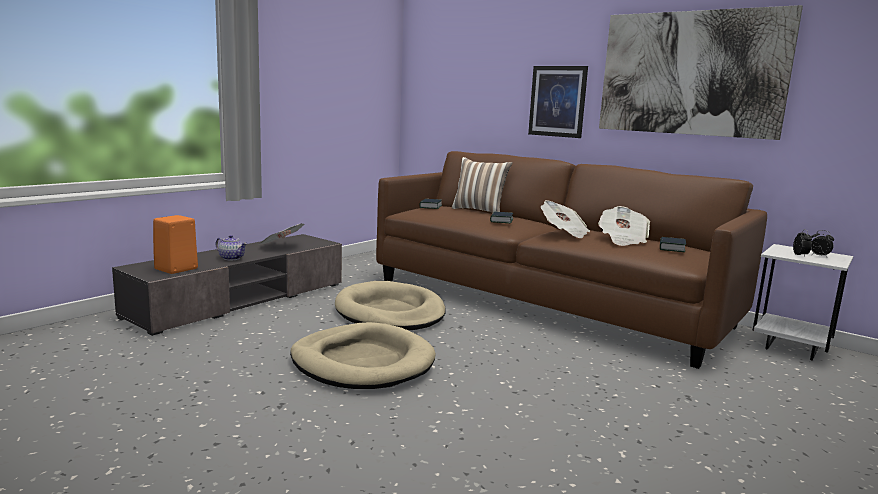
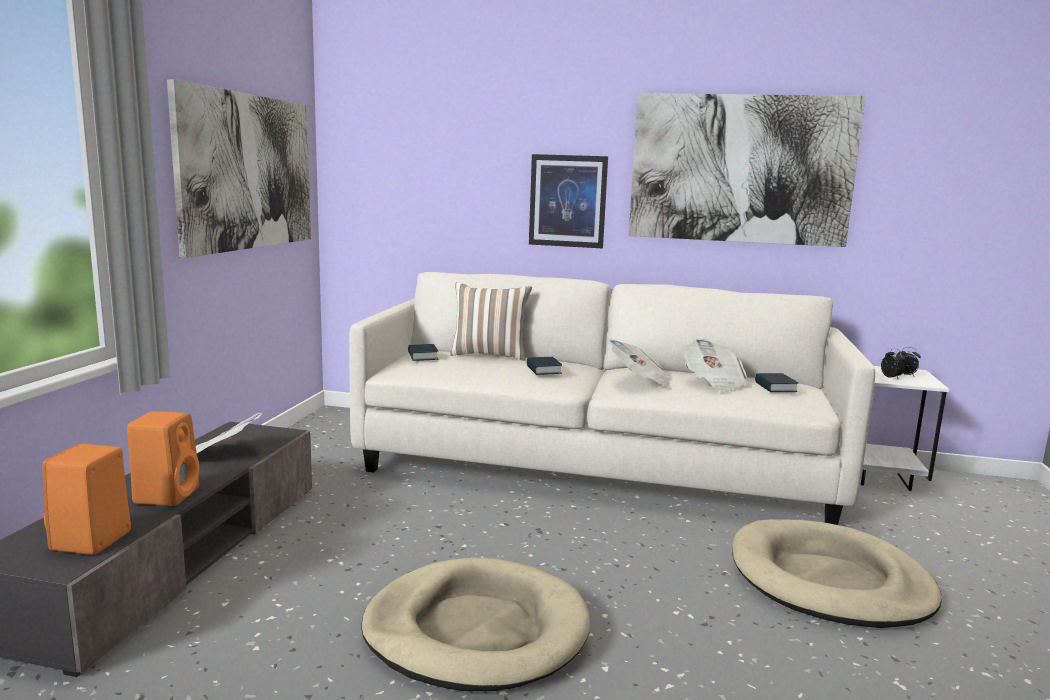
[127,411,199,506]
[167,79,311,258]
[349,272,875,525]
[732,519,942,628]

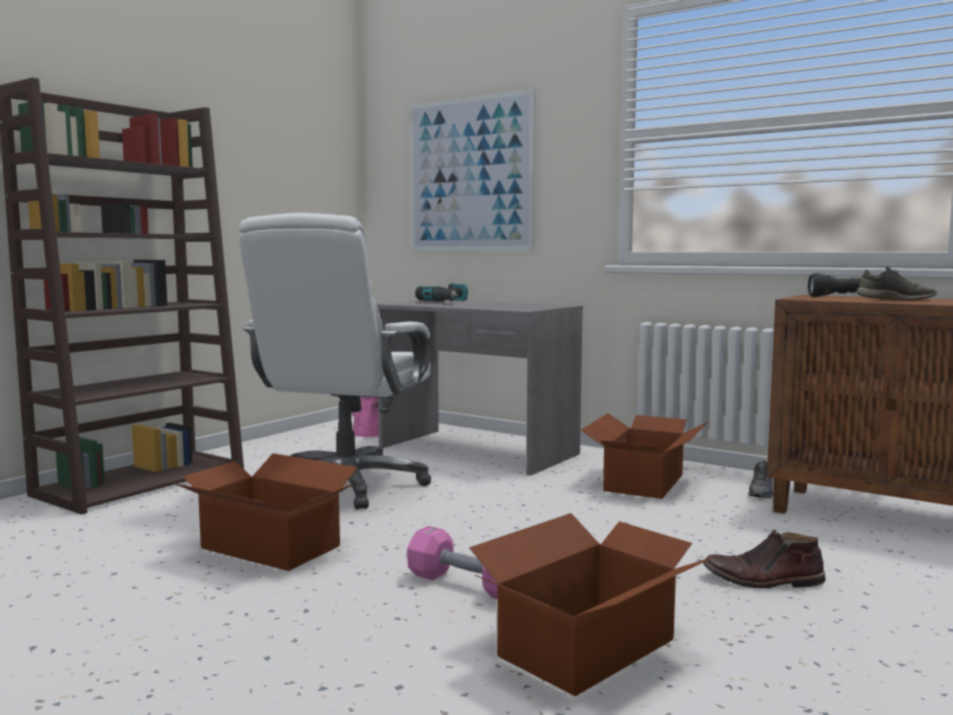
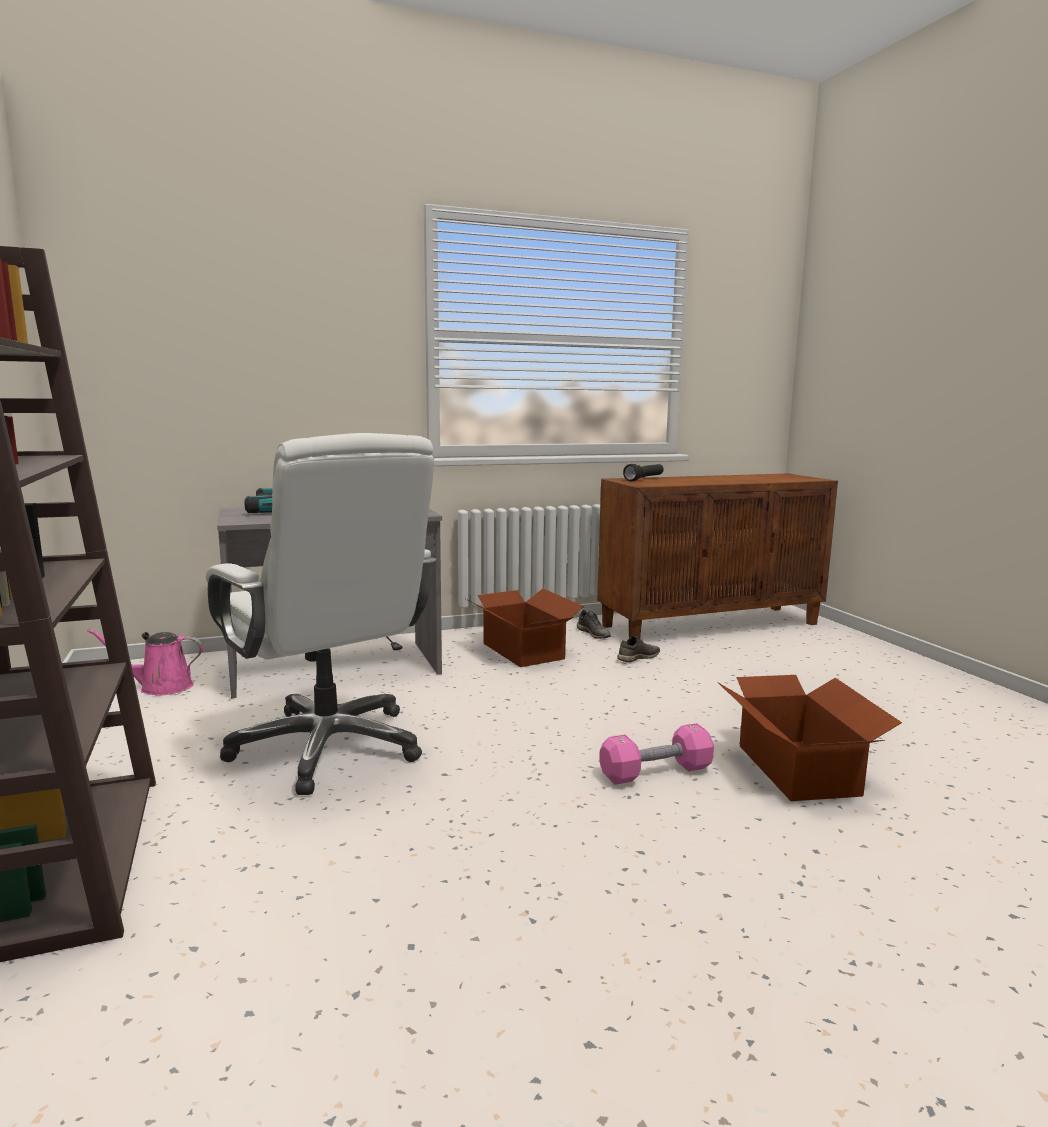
[617,636,660,662]
[173,453,357,571] (first image)
[410,88,536,251] (first image)
[703,530,826,588] (first image)

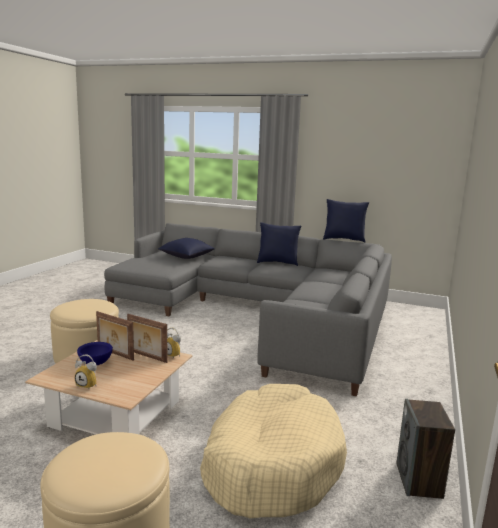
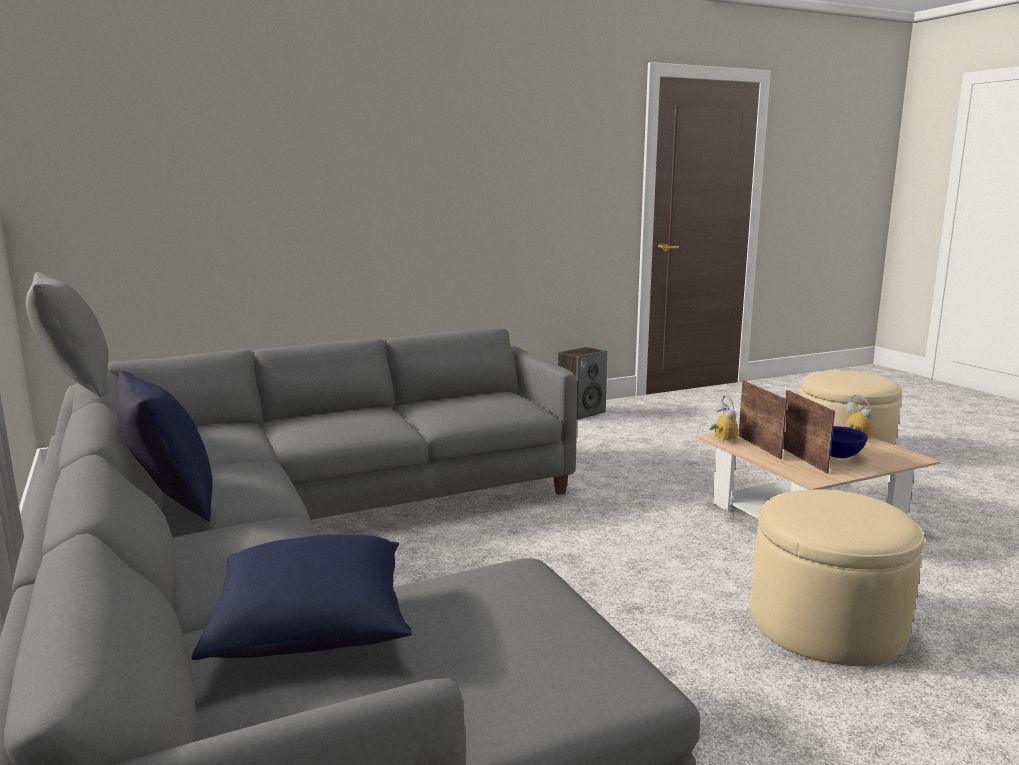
[26,272,109,397]
[200,384,347,518] (first image)

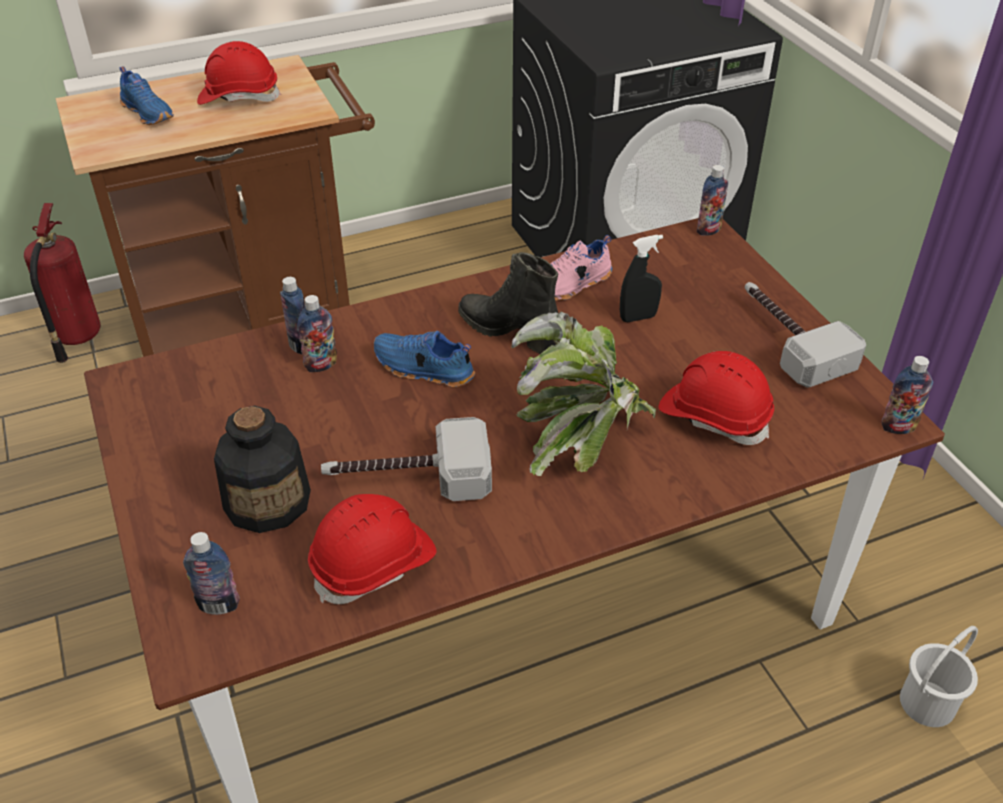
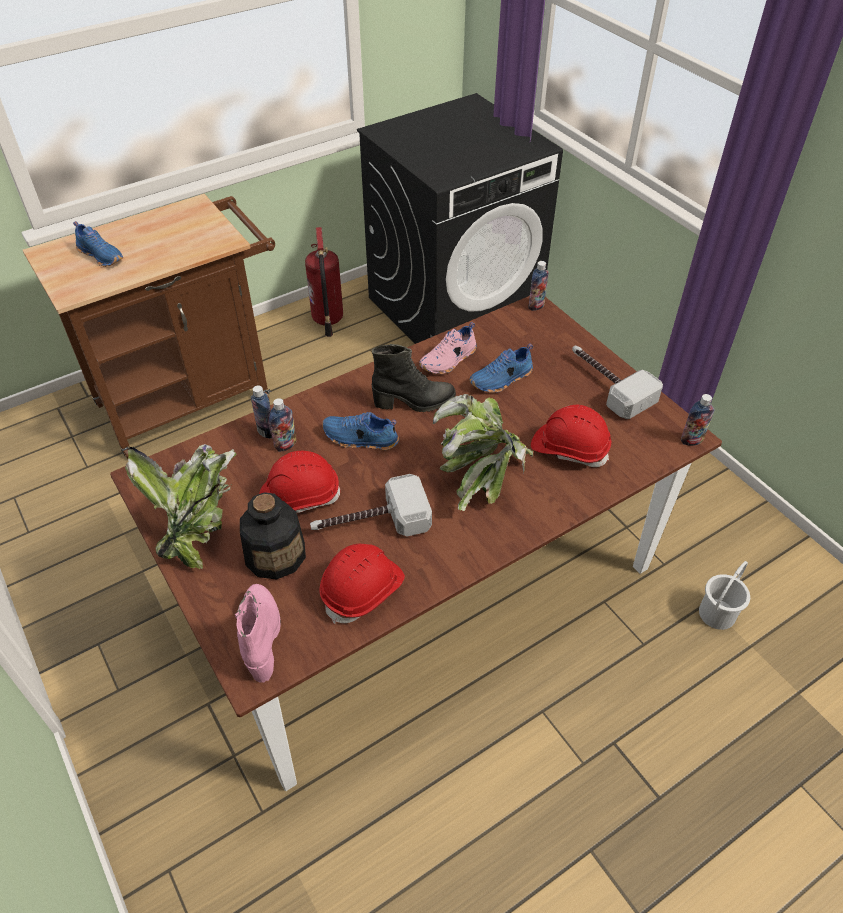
[125,444,237,569]
[235,584,281,683]
[259,451,340,513]
[305,227,343,337]
[372,344,456,412]
[469,344,533,393]

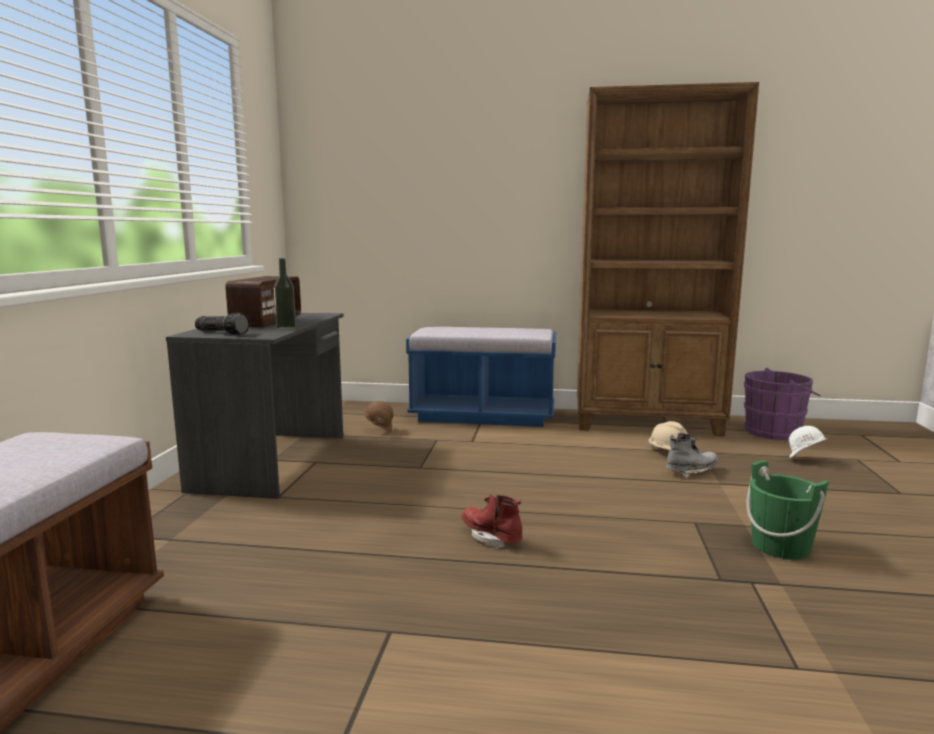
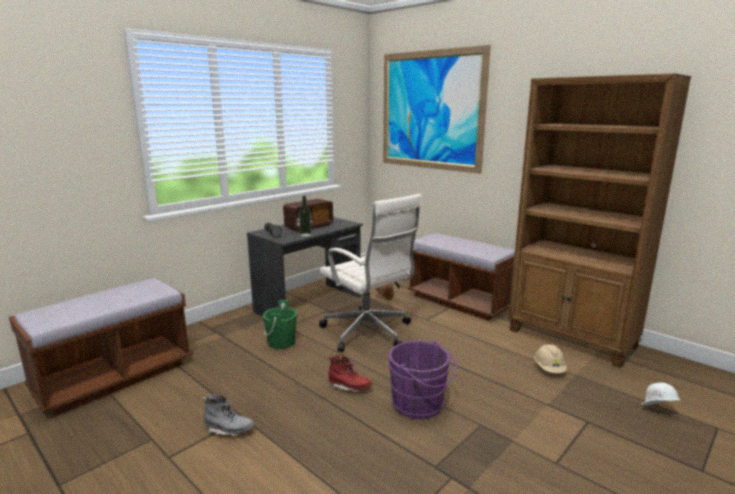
[202,394,254,437]
[263,300,297,349]
[319,194,422,352]
[328,355,372,392]
[383,45,491,174]
[388,341,457,419]
[408,233,515,321]

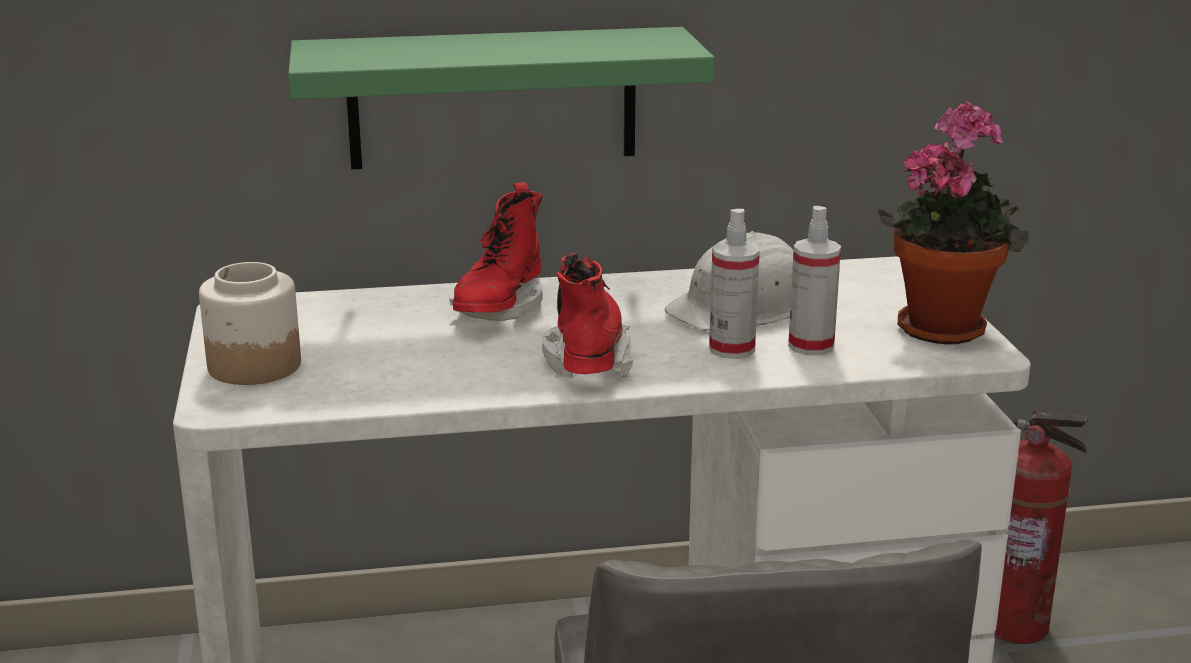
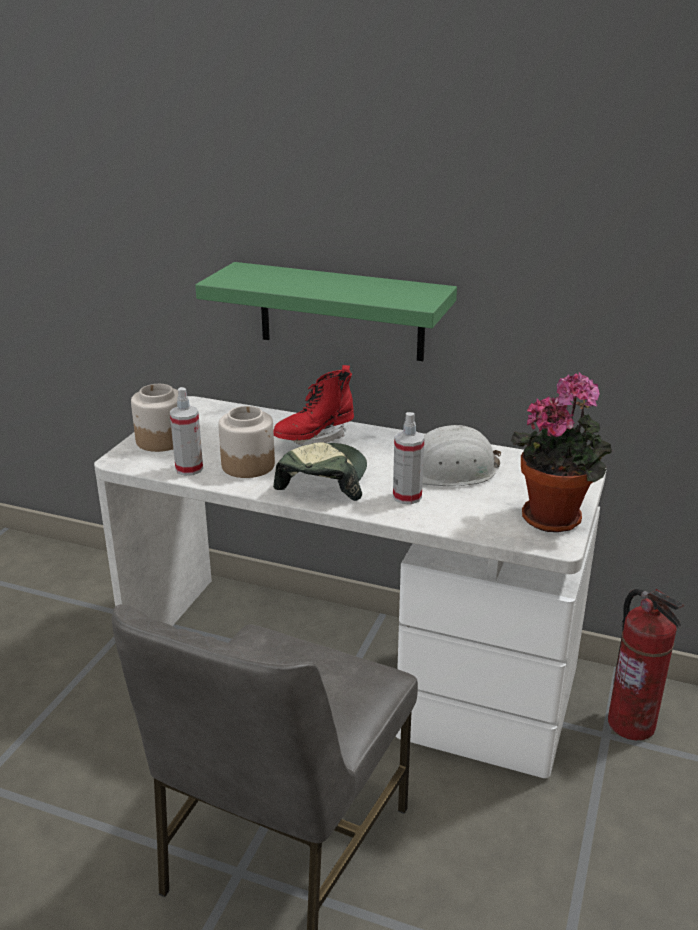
[170,387,203,476]
[218,406,275,478]
[273,442,367,501]

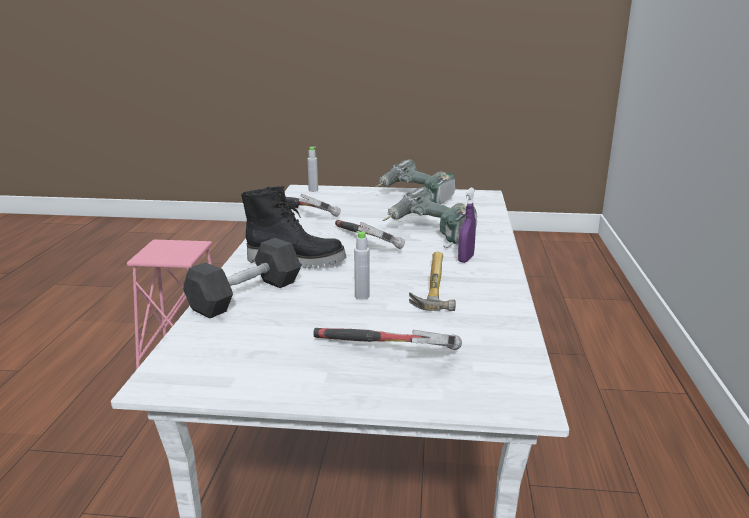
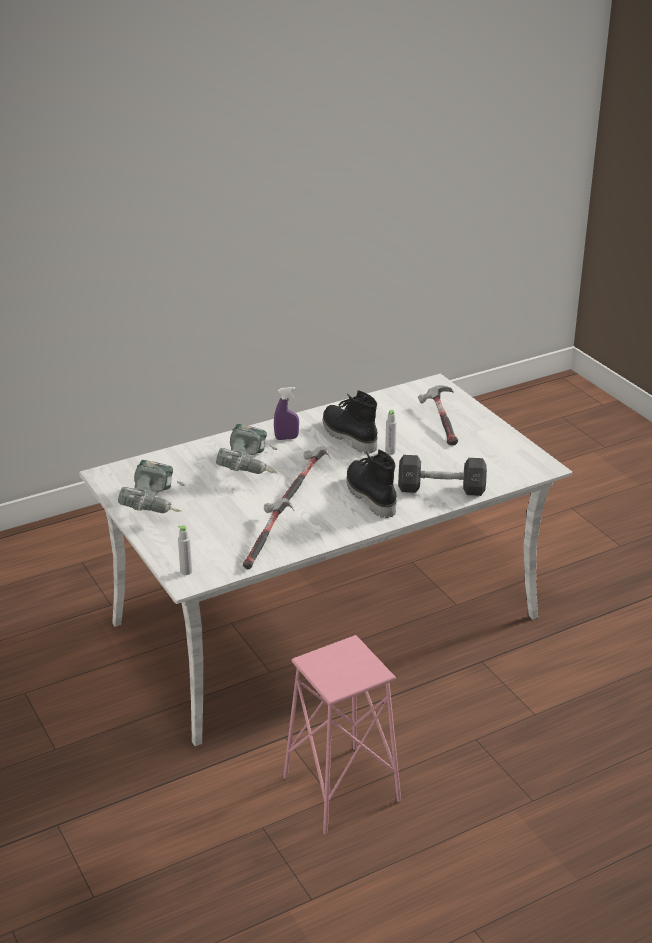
[323,390,378,454]

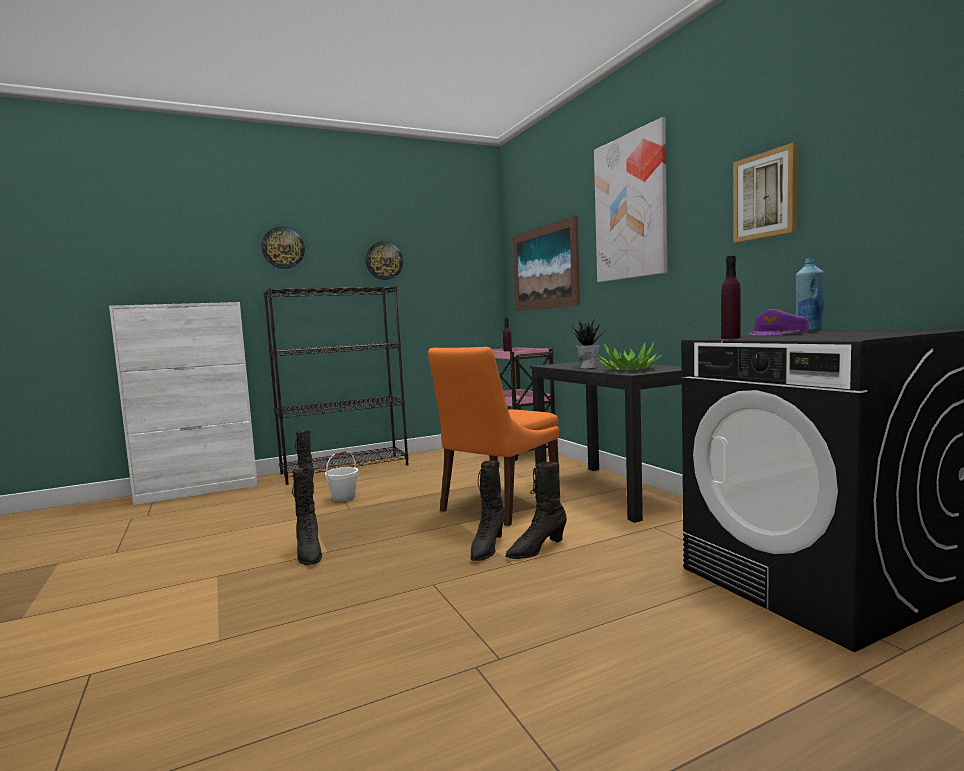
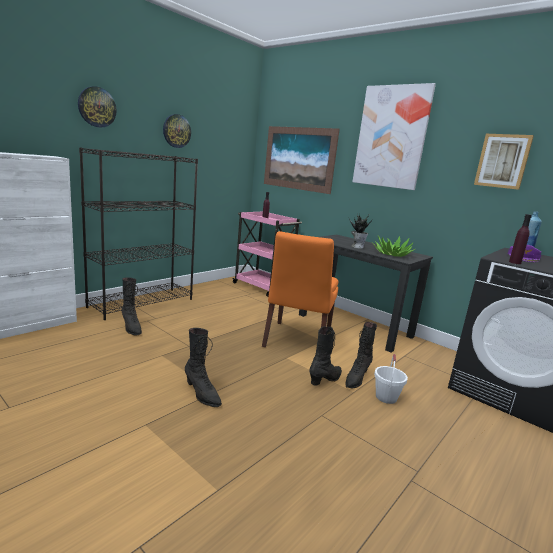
[309,326,342,385]
[374,354,408,404]

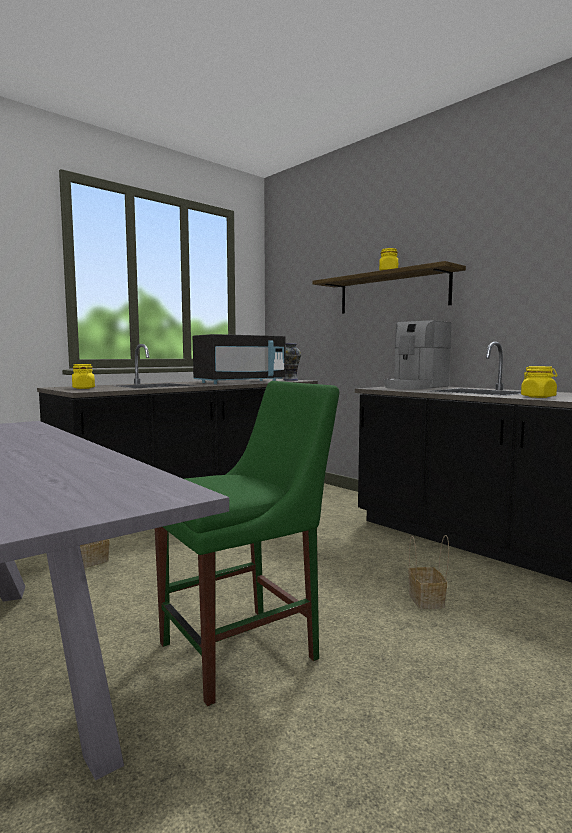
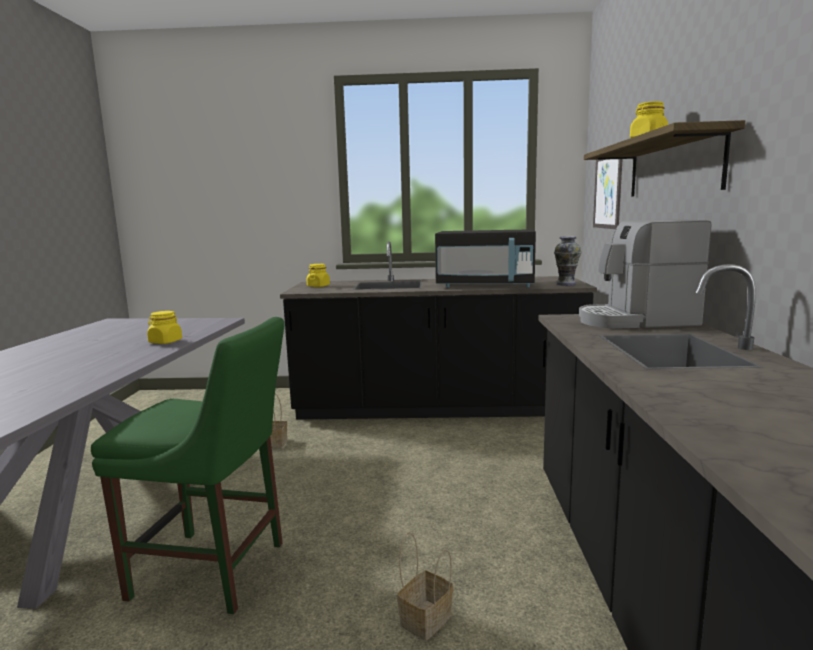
[147,311,182,344]
[593,159,622,229]

